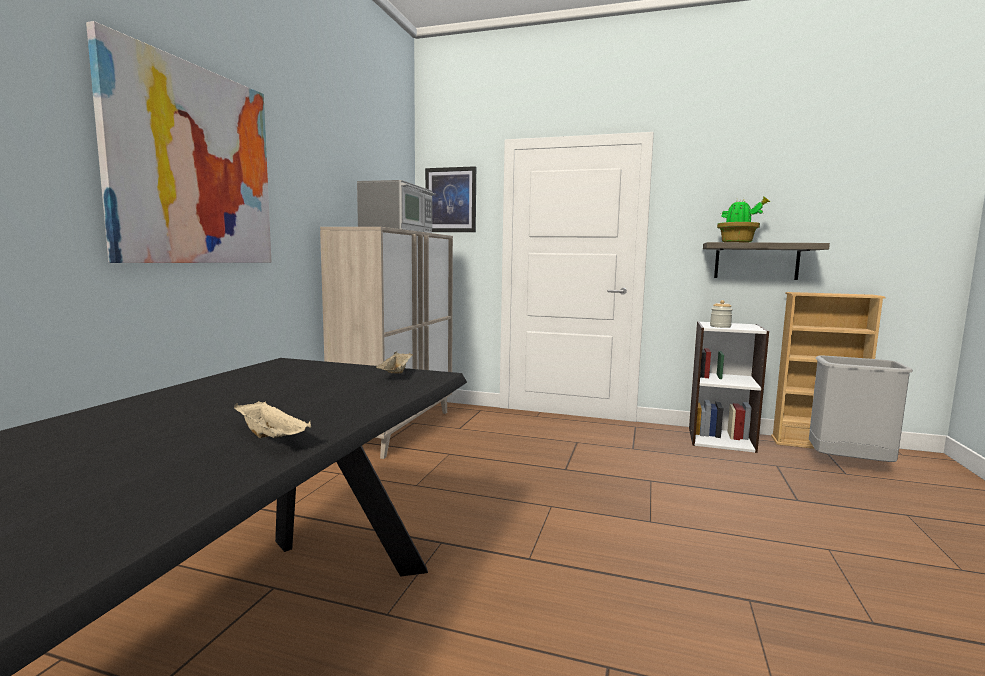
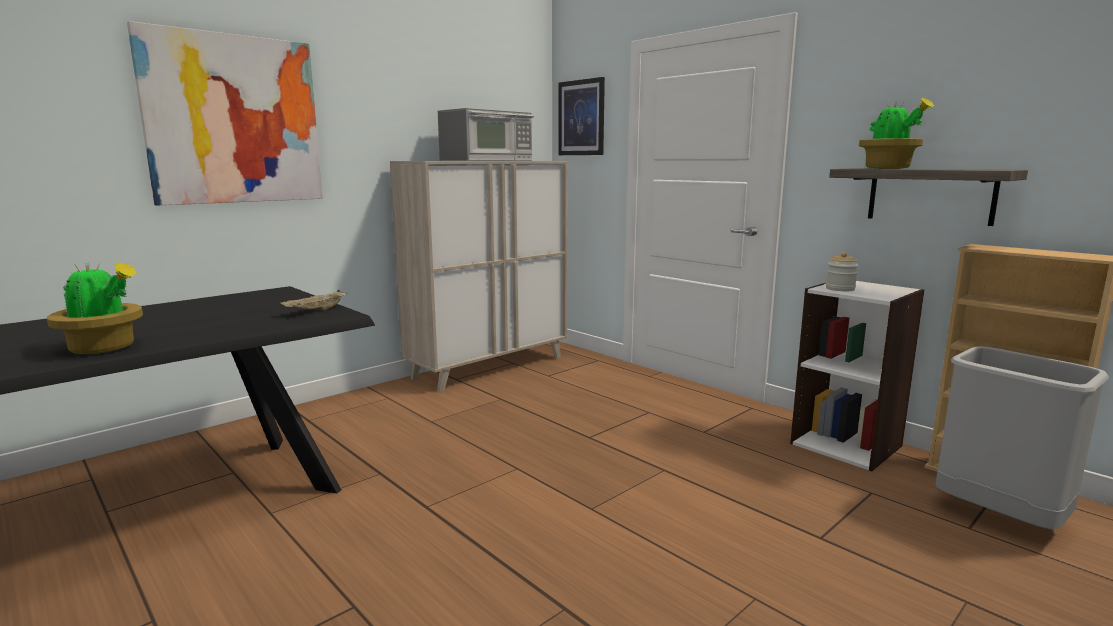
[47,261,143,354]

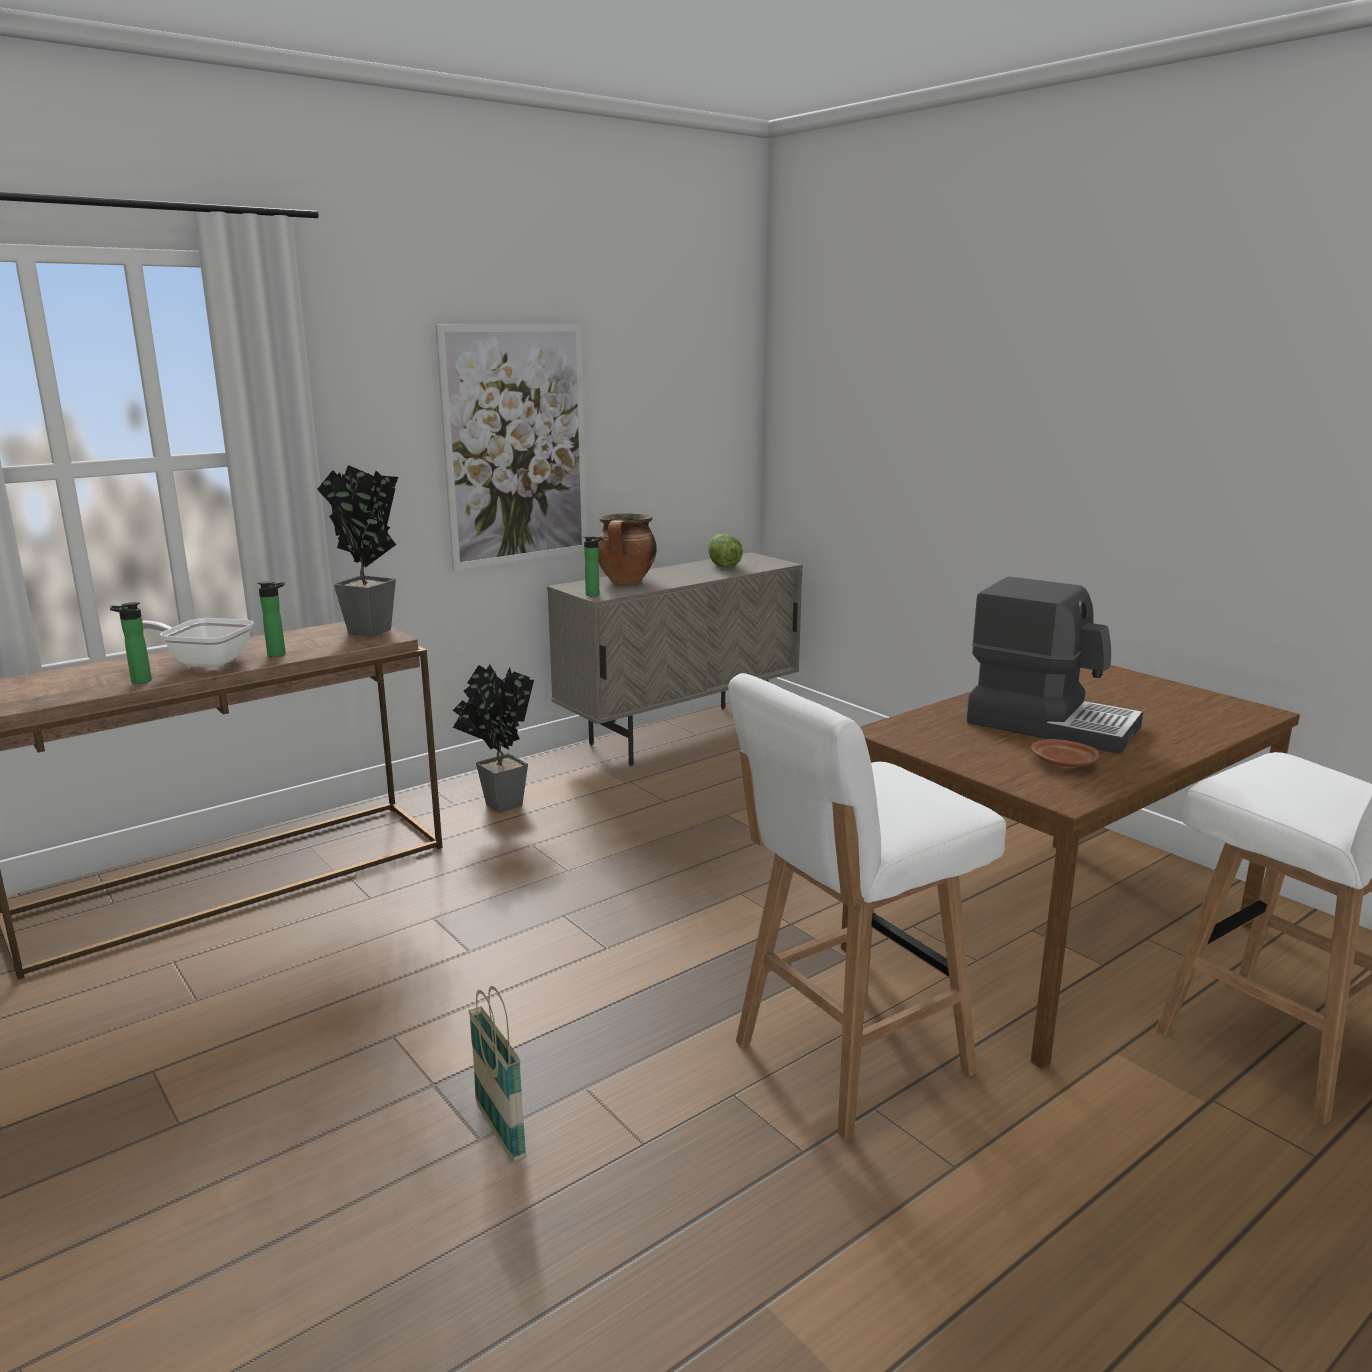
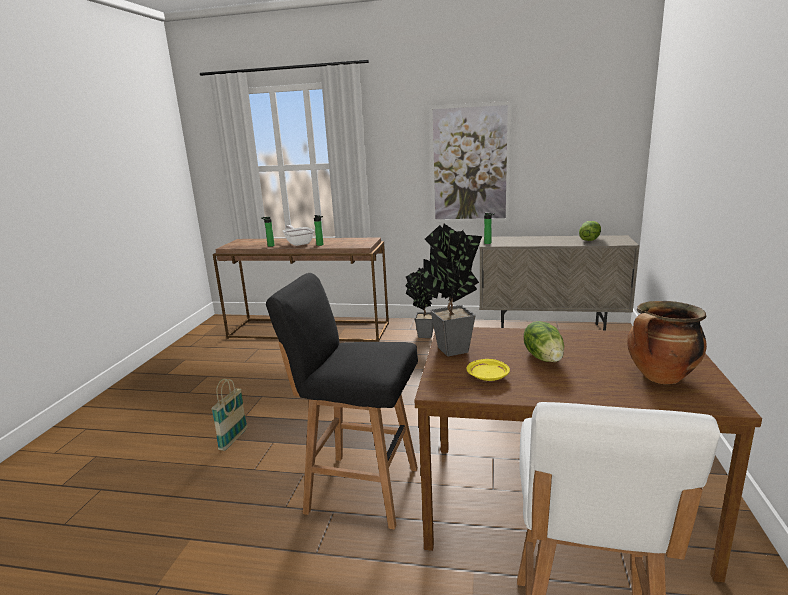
[266,273,418,529]
[423,224,482,356]
[467,359,510,381]
[524,321,564,362]
[627,301,707,384]

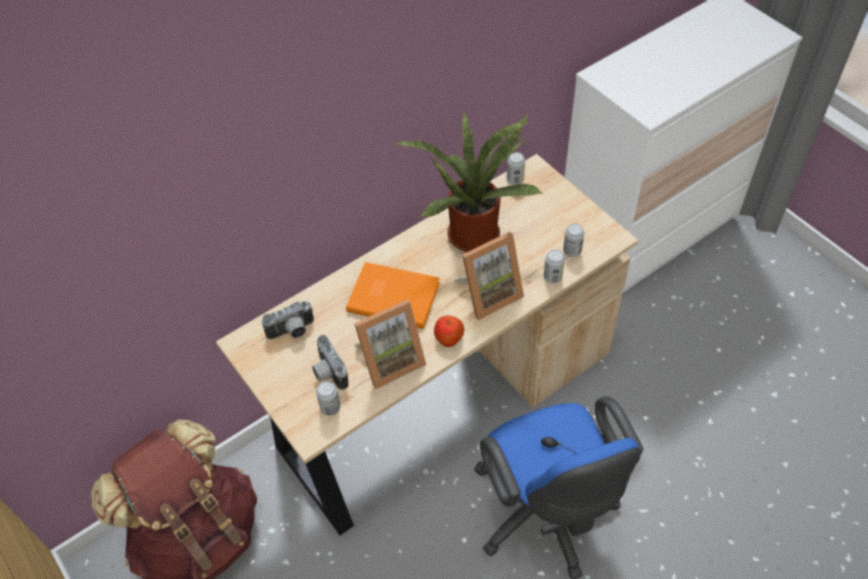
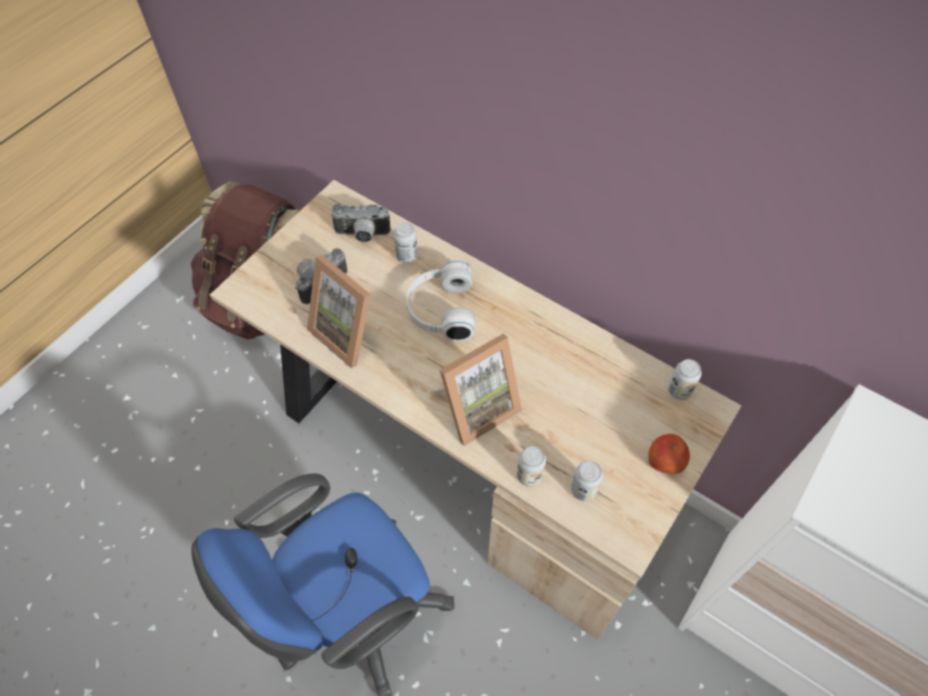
[331,204,390,243]
[393,222,418,263]
[406,260,475,341]
[431,334,522,446]
[649,434,690,474]
[392,112,543,252] (first image)

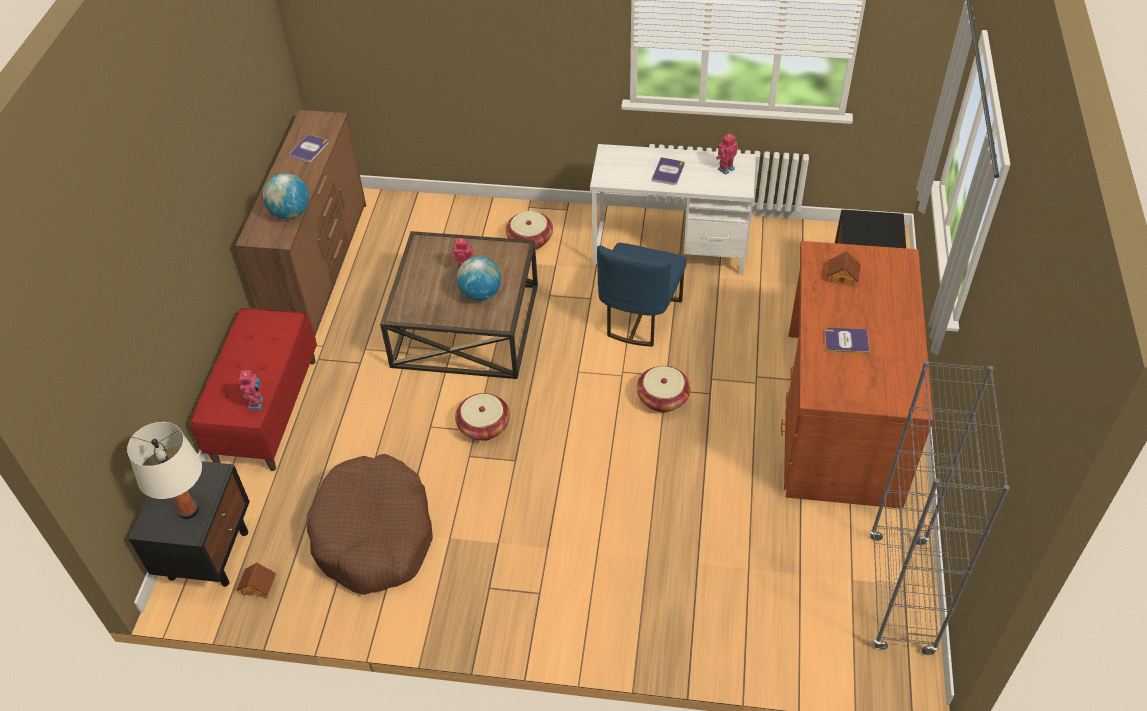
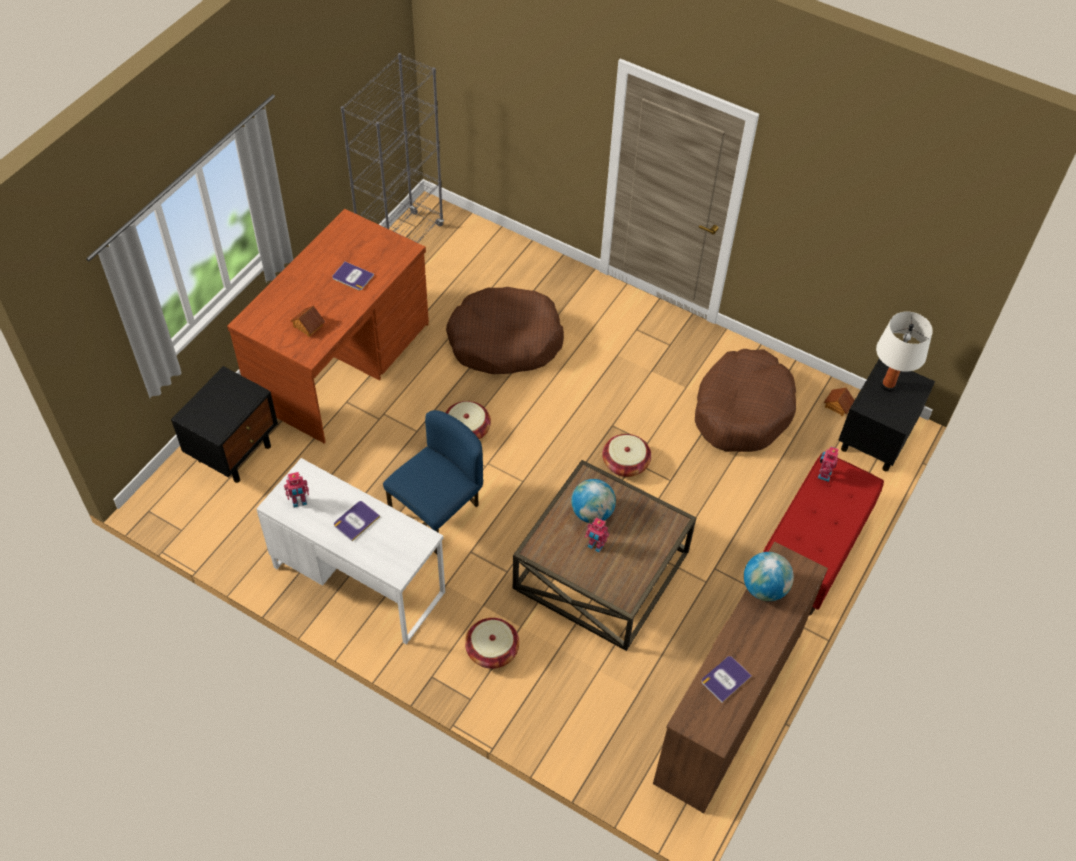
[446,287,564,374]

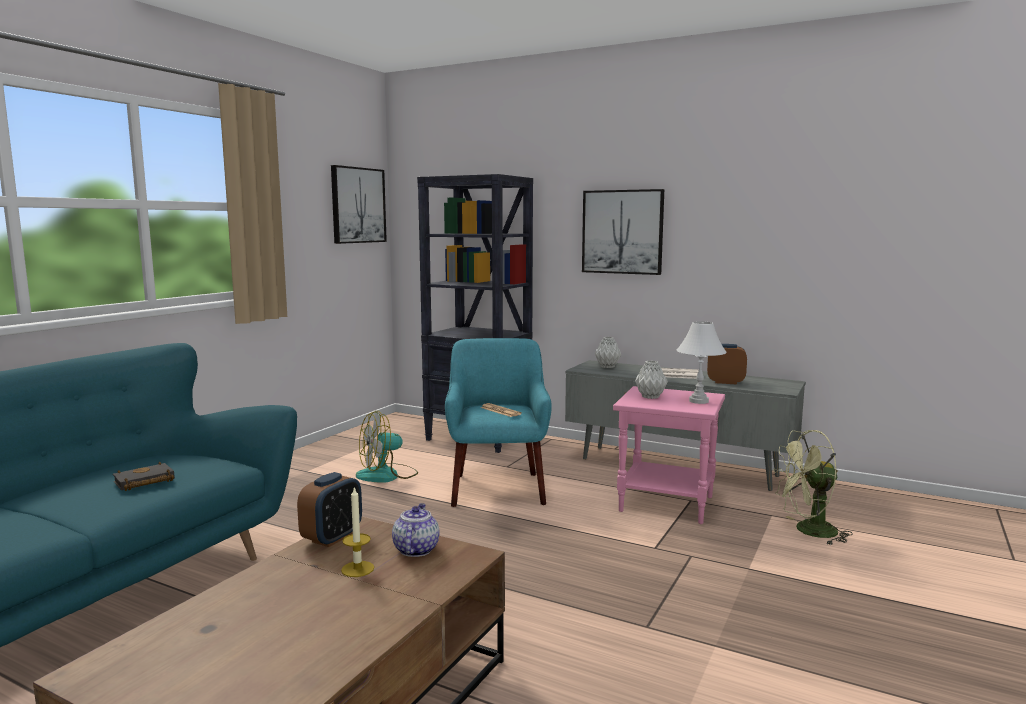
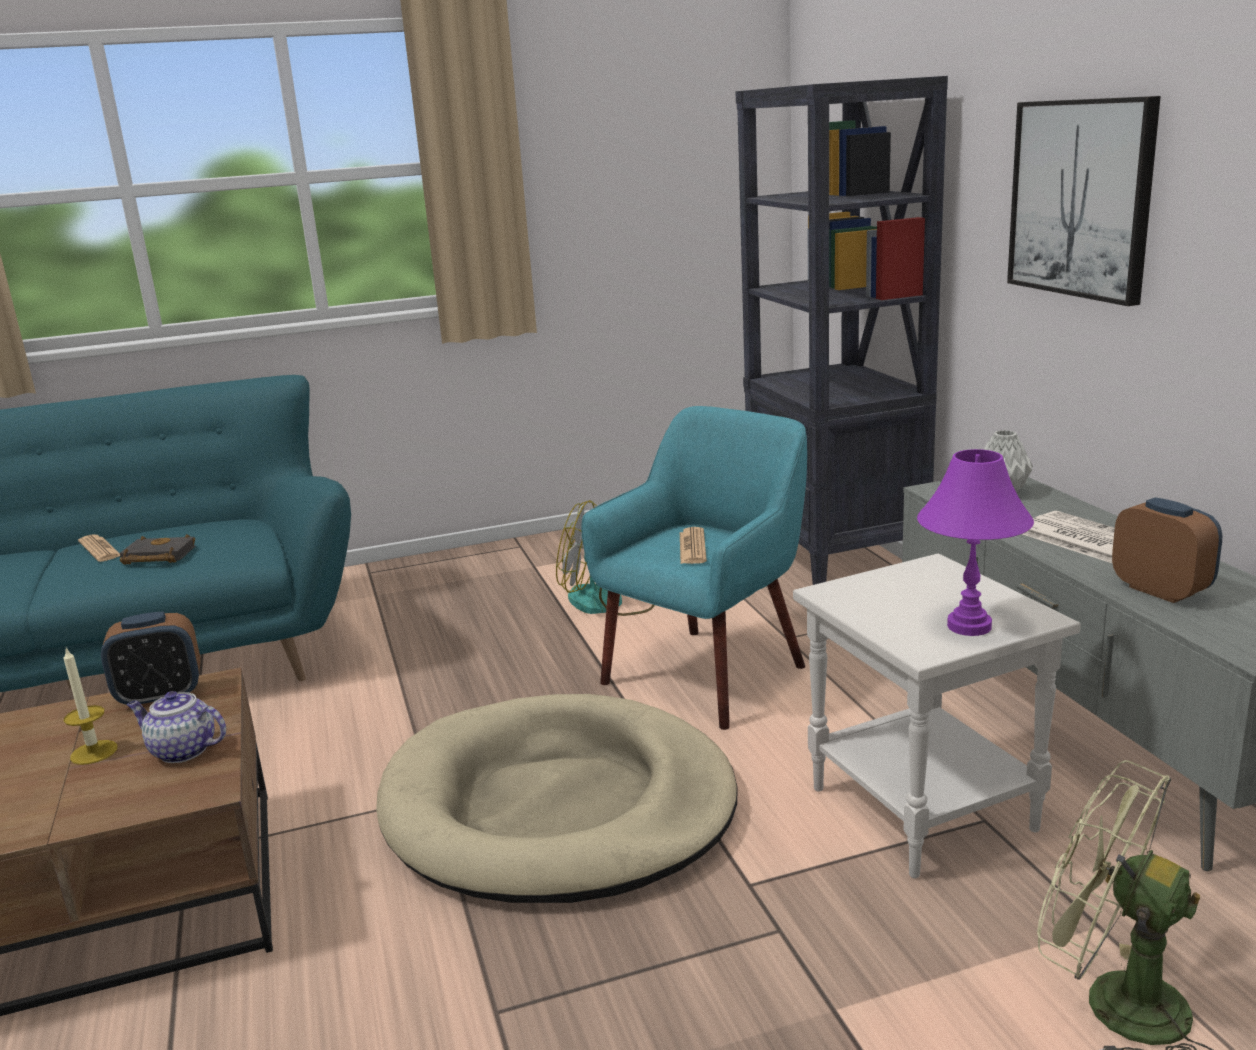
[78,534,120,562]
[127,691,226,763]
[376,694,738,903]
[793,553,1081,878]
[917,449,1034,636]
[331,165,387,244] (first image)
[635,361,668,399] (first image)

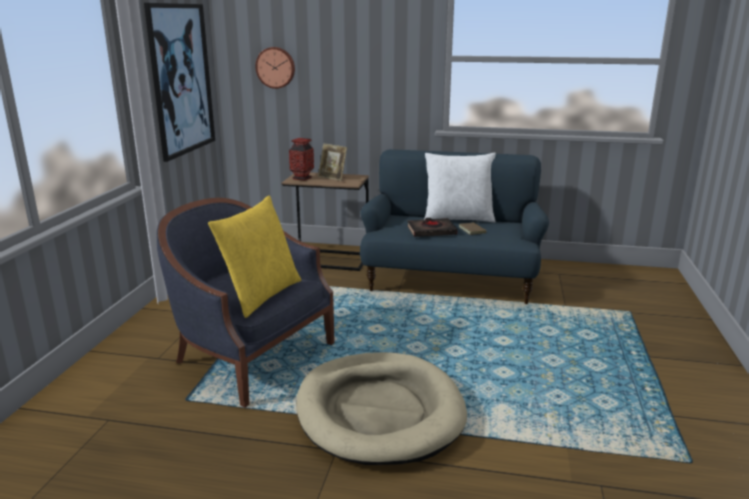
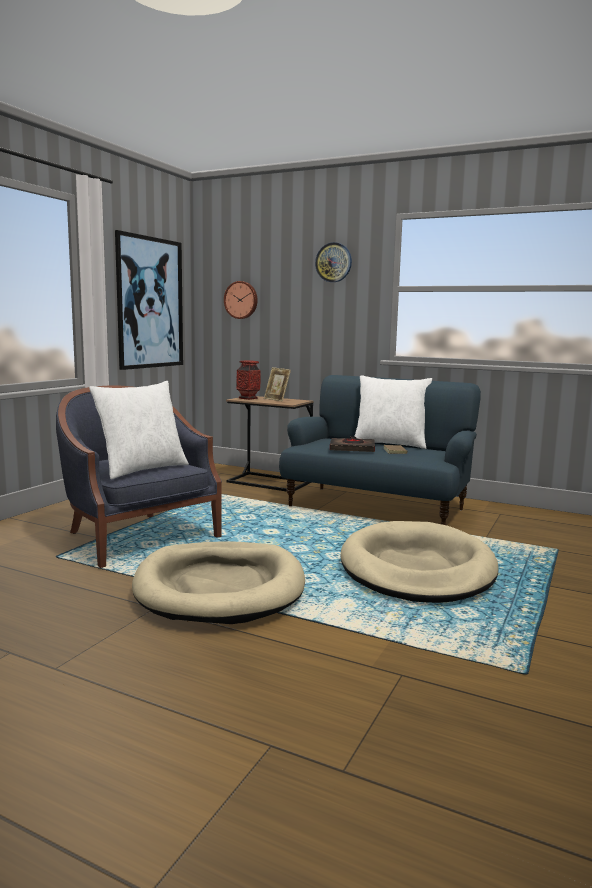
[89,381,189,479]
[315,242,352,282]
[340,521,499,603]

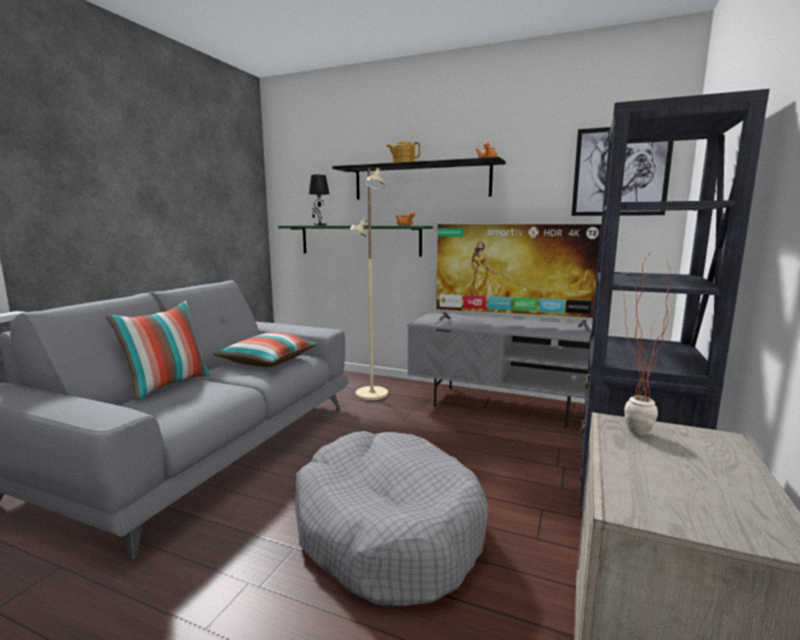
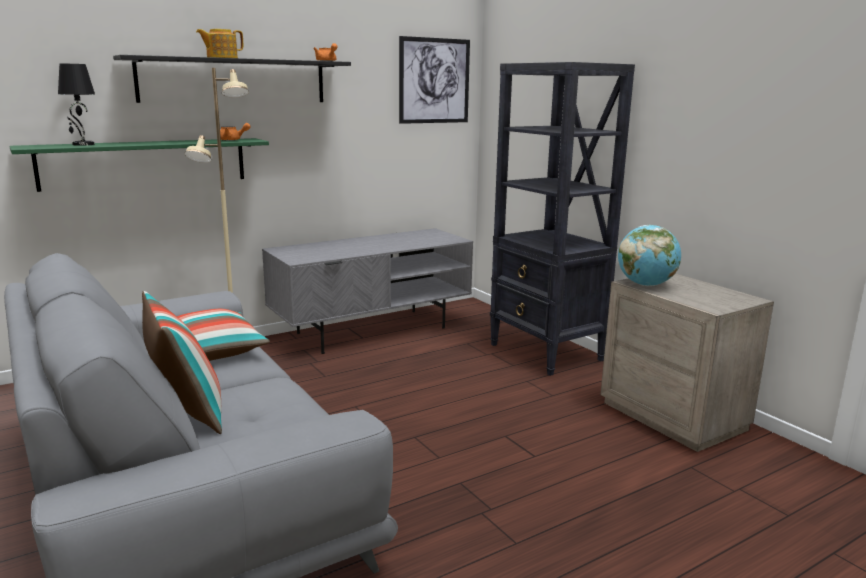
[618,225,681,286]
[295,431,488,606] (first image)
[434,223,601,334] (first image)

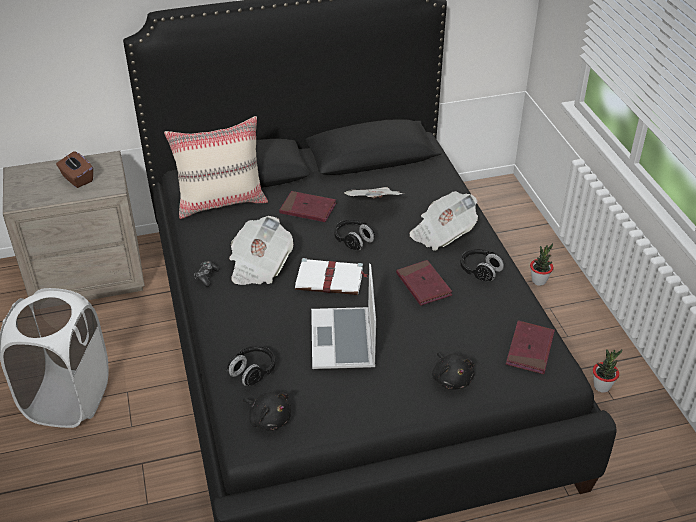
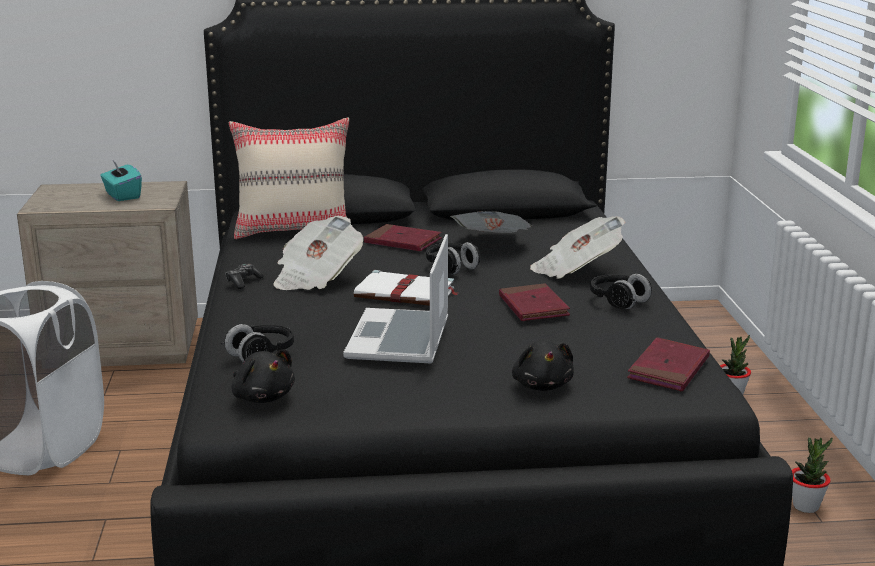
[100,161,142,201]

